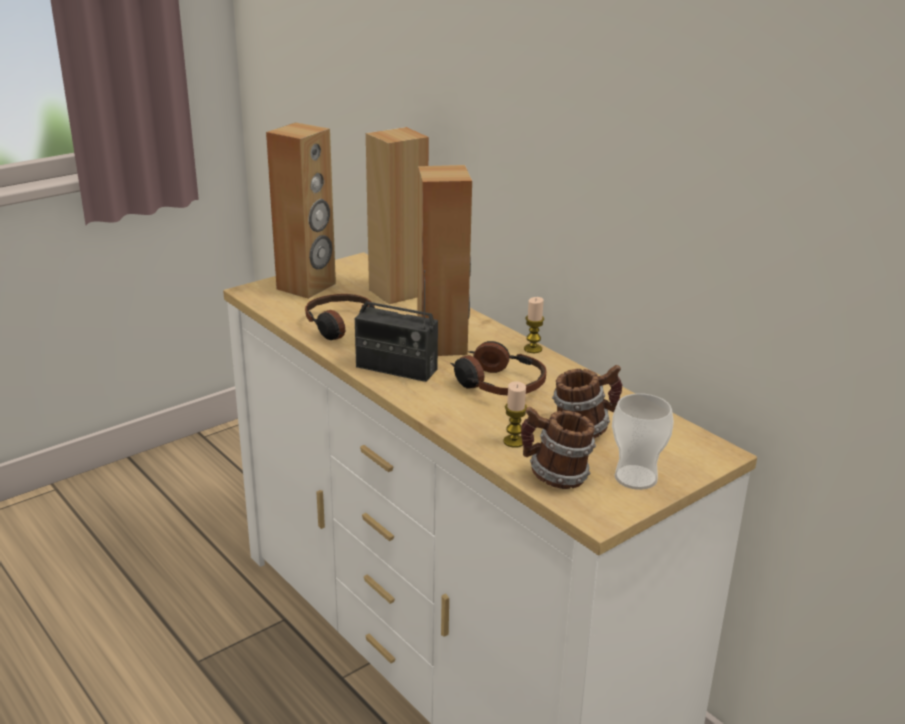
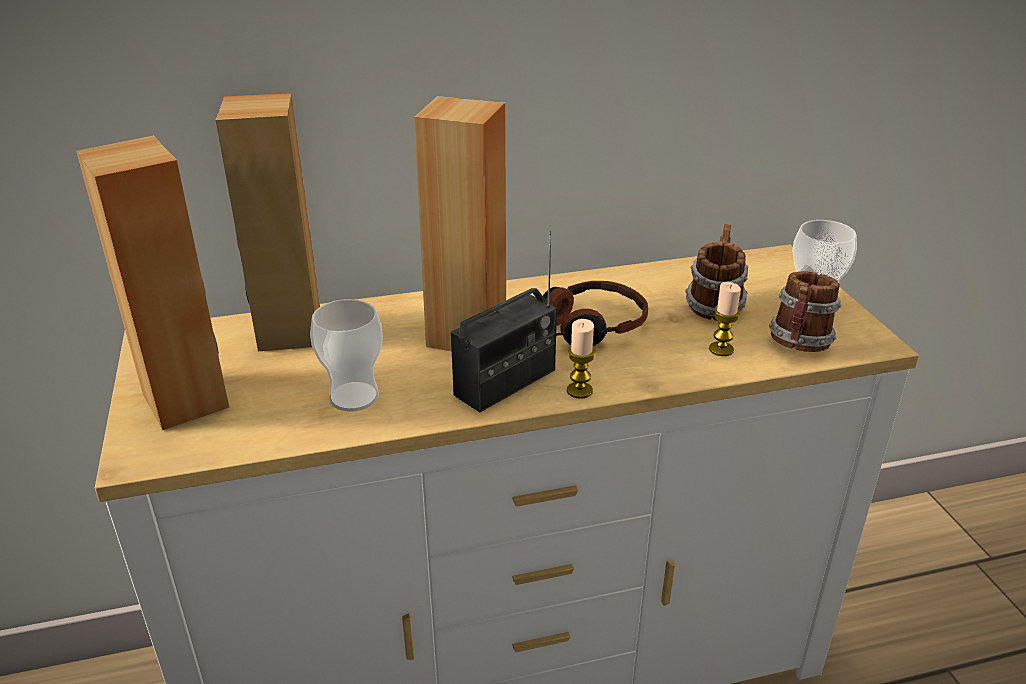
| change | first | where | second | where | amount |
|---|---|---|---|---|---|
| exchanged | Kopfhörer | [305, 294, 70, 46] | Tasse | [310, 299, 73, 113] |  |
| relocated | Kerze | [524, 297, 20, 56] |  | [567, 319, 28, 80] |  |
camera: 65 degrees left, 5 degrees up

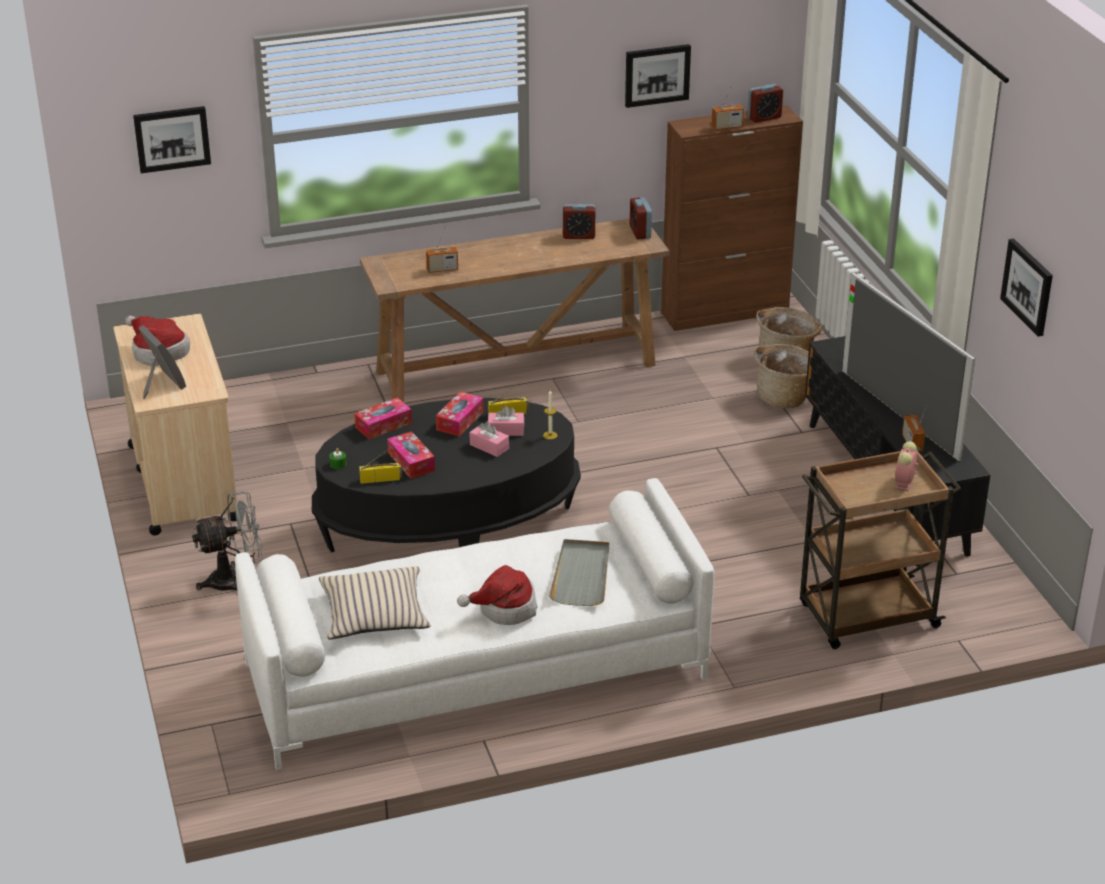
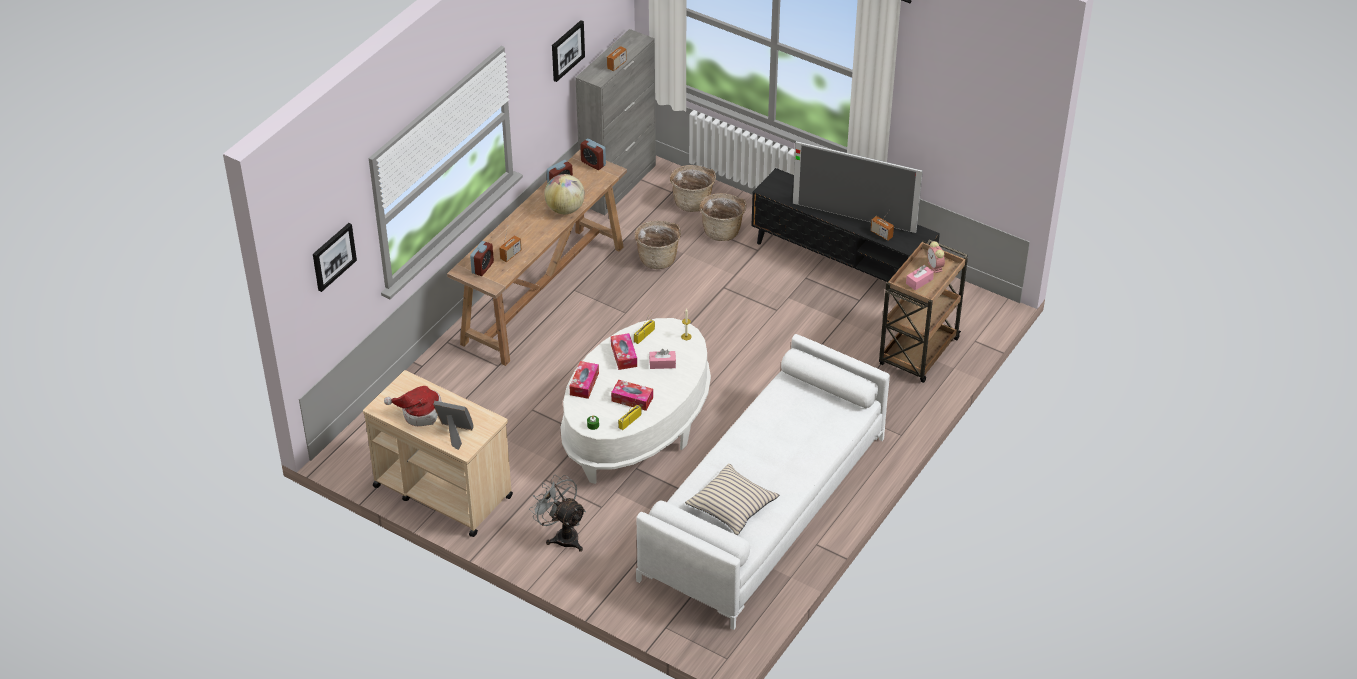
| change | first | where | second | where | amount |
|---|---|---|---|---|---|
| relocated | Wecker | [747, 84, 36, 39] |  | [470, 241, 24, 35] |  |
| colour | Schrank/braun | [661, 105, 142, 226] | Schrank/grau | [575, 29, 81, 186] |  |
| missing | Bild | [1000, 239, 53, 98] |  |  |  |
| colour | Couchtisch/schwarz | [312, 398, 269, 154] | Couchtisch/weiß | [561, 318, 150, 166] |  |
| relocated | Taschentuchbox/rosa | [488, 406, 36, 30] |  | [906, 265, 28, 25] |  |
| spun | Ventilator/grau | [192, 492, 71, 99] |  | [529, 475, 57, 77] | 75 degrees counterclockwise |
| missing | Tablett/grau | [549, 539, 60, 67] |  |  |  |
| missing | Hut | [457, 565, 80, 60] |  |  |  |
| appeared |  |  | Globus | [544, 174, 41, 40] |  |
| appeared |  |  | Korb | [635, 221, 46, 48] |  |
camera: 40 degrees left, 10 degrees up

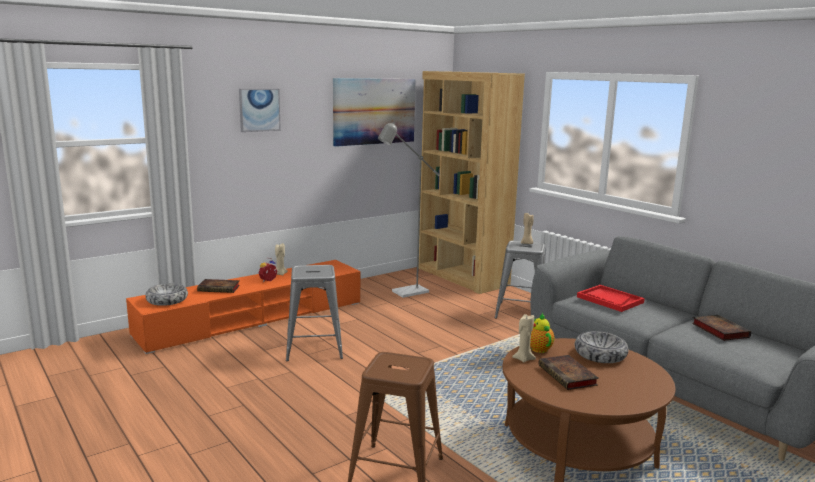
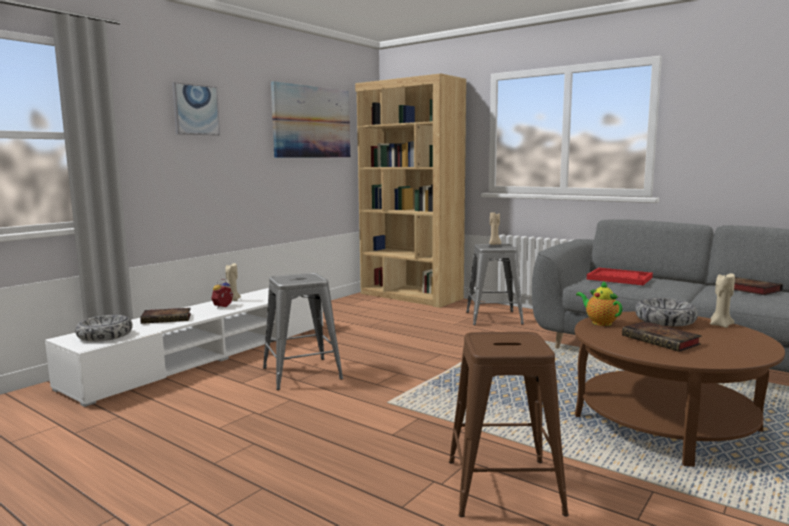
| change | first | where | second | where | amount |
|---|---|---|---|---|---|
| missing | Stehlampe/grau | [378, 122, 62, 176] |  |  |  |
| colour | Fernsehschrank/orange | [126, 260, 234, 94] | Fernsehschrank/weiß | [45, 288, 278, 119] |  |
| relocated | Kerze/beige | [512, 314, 24, 49] |  | [710, 273, 25, 55] |  |
camera: 15 degrees left, 5 degrees down

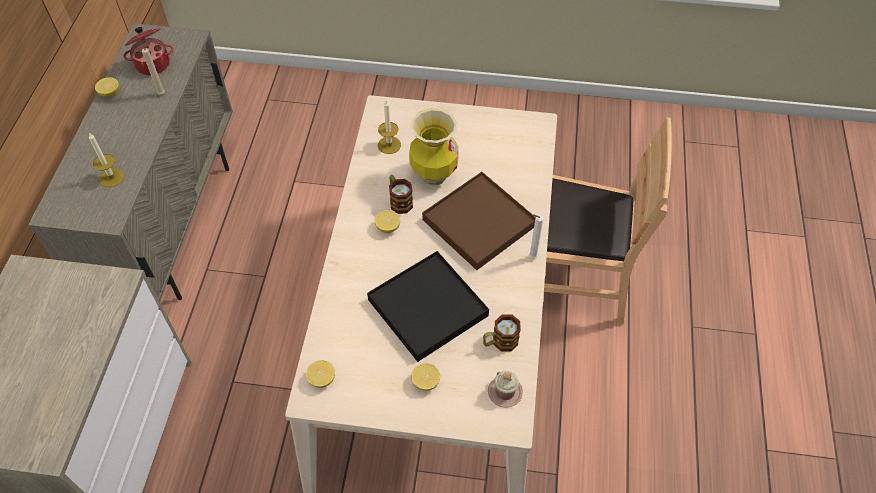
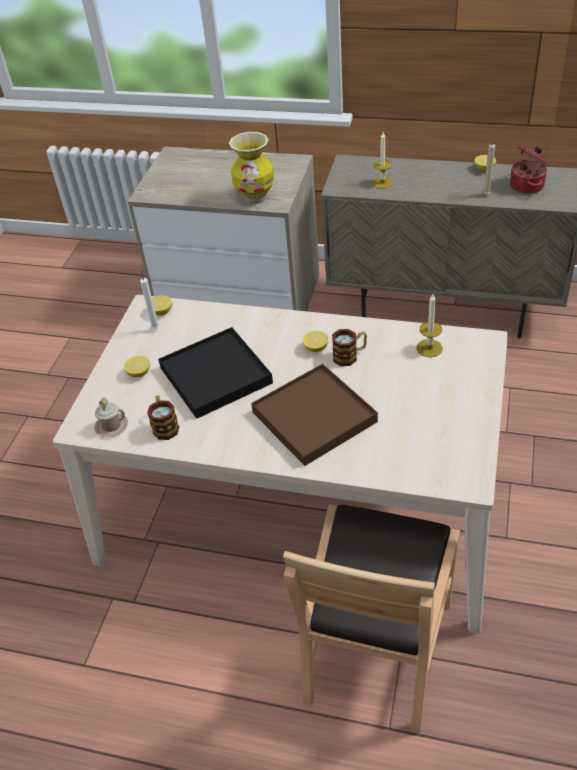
| change | first | where | second | where | amount |
|---|---|---|---|---|---|
| relocated | Vase | [409, 108, 50, 78] |  | [229, 132, 45, 72] |  |
| relocated | Kerze/weiß | [529, 214, 14, 45] |  | [140, 270, 20, 60] |  |
camera: 100 degrees right, 10 degrees down

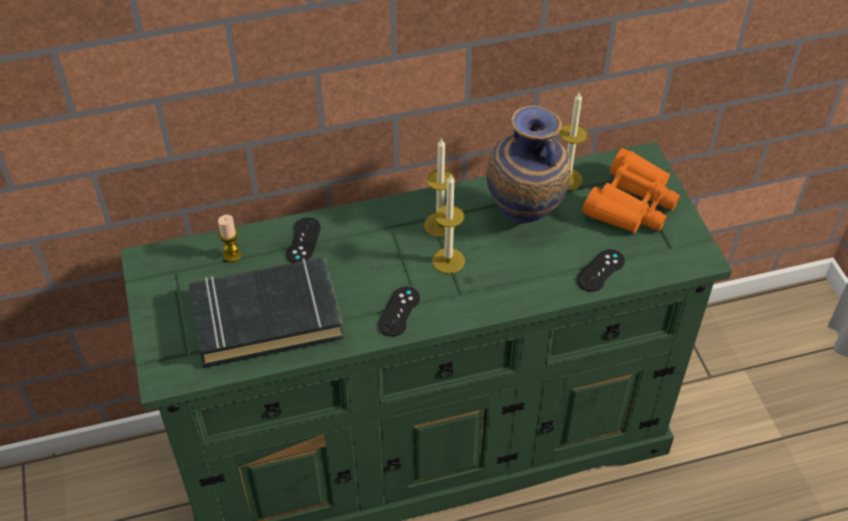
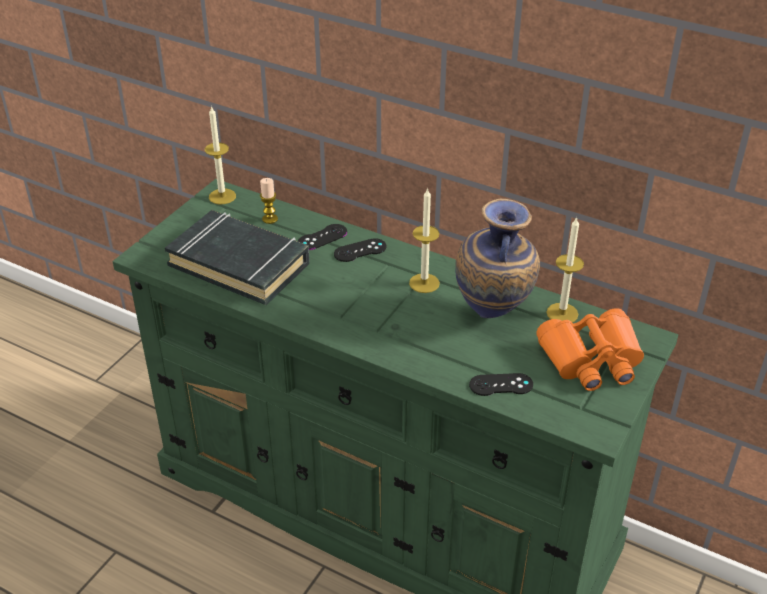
| change | first | where | second | where | amount |
|---|---|---|---|---|---|
| relocated | Kerze | [432, 175, 33, 99] |  | [205, 105, 31, 100] |  |
| relocated | Gamepad/schwarz | [378, 287, 42, 50] |  | [334, 238, 53, 24] |  |
camera: 45 degrees right, 10 degrees down

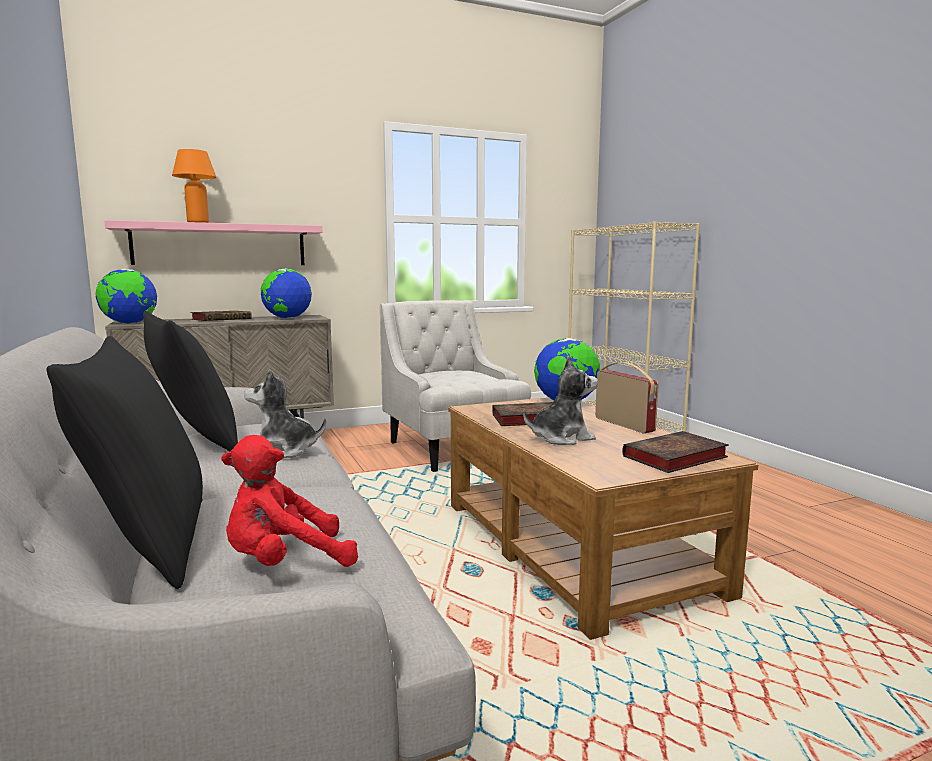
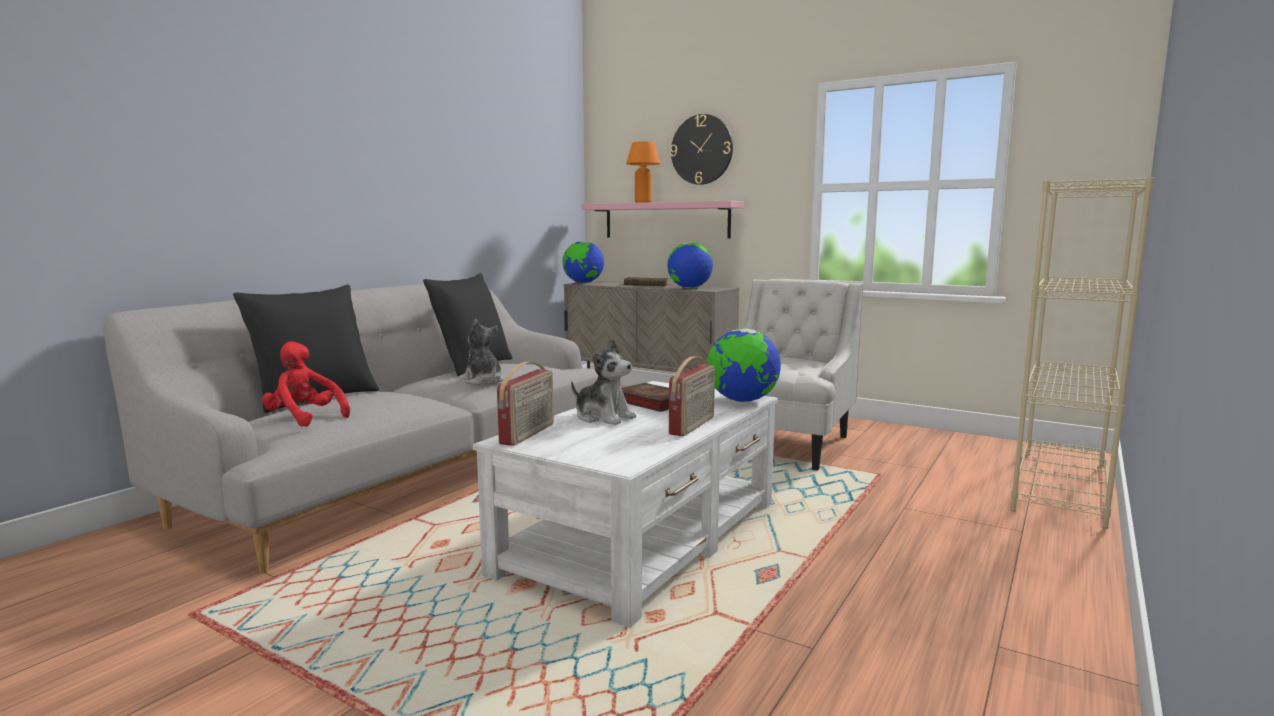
| change | first | where | second | where | amount |
|---|---|---|---|---|---|
| colour | Couchtisch/braun | [448, 397, 310, 243] | Couchtisch/weiß | [473, 381, 305, 247] |  |
| missing | Buch | [622, 431, 107, 42] |  |  |  |
| appeared |  |  | Wanduhr | [670, 114, 63, 71] |  |
| appeared |  |  | Radio | [497, 362, 57, 84] |  |
camera: 55 degrees right, 0 degrees up

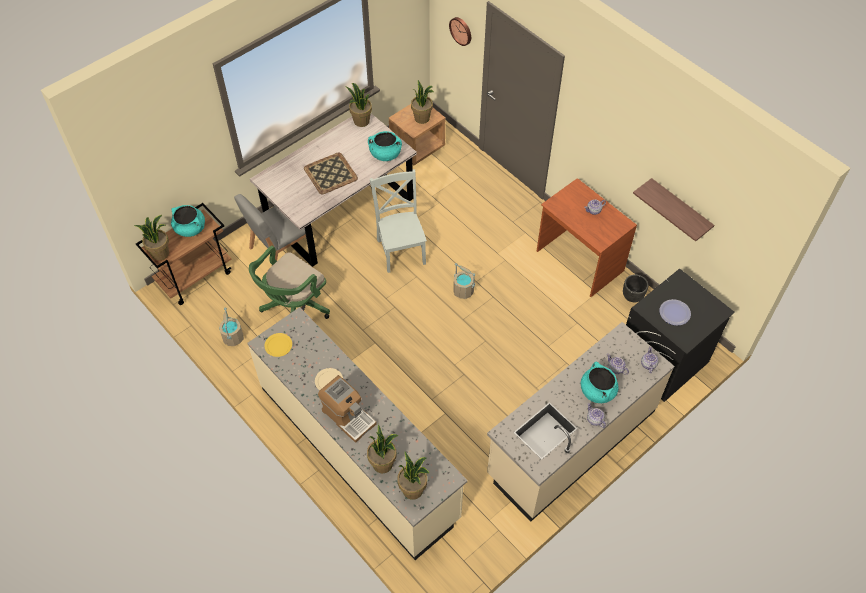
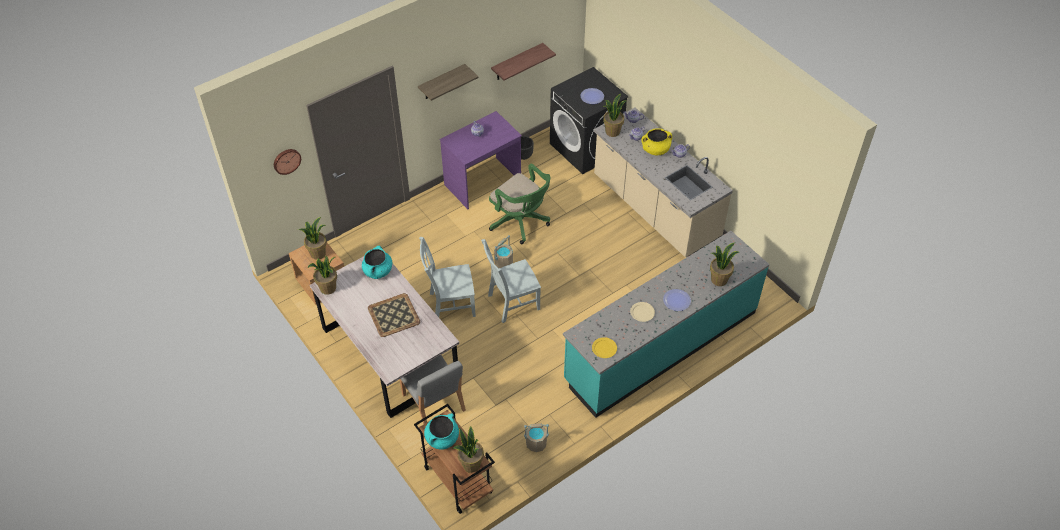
| change | first | where | second | where | amount |
|---|---|---|---|---|---|
| colour | Schreibtisch/braun | [537, 178, 100, 119] | Schreibtisch/lila | [440, 111, 82, 98] |  |
| relocated | Bürostuhl/grün | [249, 246, 81, 73] |  | [489, 164, 61, 80] |  |
| colour | Küchenzeile/beige | [247, 307, 221, 253] | Küchenzeile/türkis | [563, 231, 206, 187] |  |
| colour | Kochtopf/türkis | [581, 362, 38, 41] | Kochtopf/gelb | [641, 128, 31, 27] |  |
| exchanged | Kaffeemaschine | [318, 375, 59, 68] | Teller | [663, 289, 28, 22] |  |
| relocated | Topfpflanze | [397, 452, 33, 48] |  | [603, 94, 23, 43] |  |
| appeared |  |  | Wandregal | [418, 64, 61, 37] |  |
| appeared |  |  | Stuhl/grau | [481, 239, 60, 84] |  |
camera: 85 degrees left, 5 degrees down

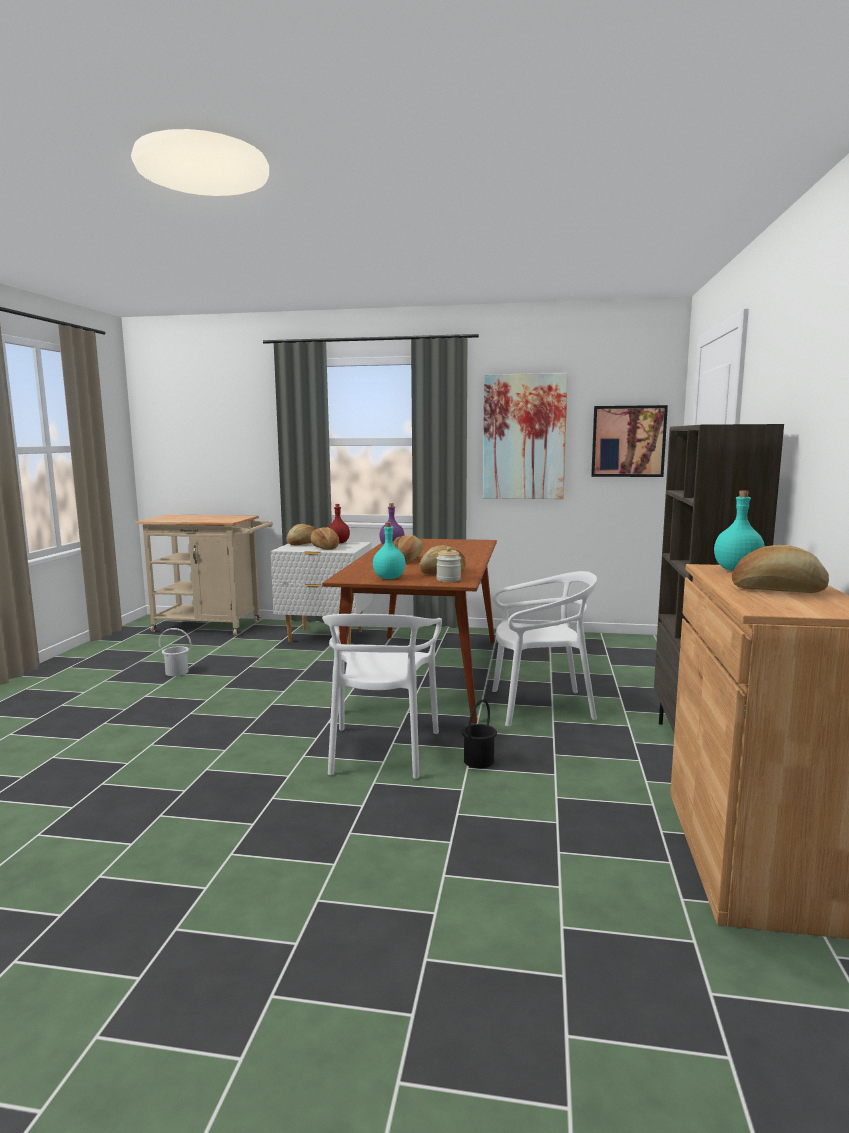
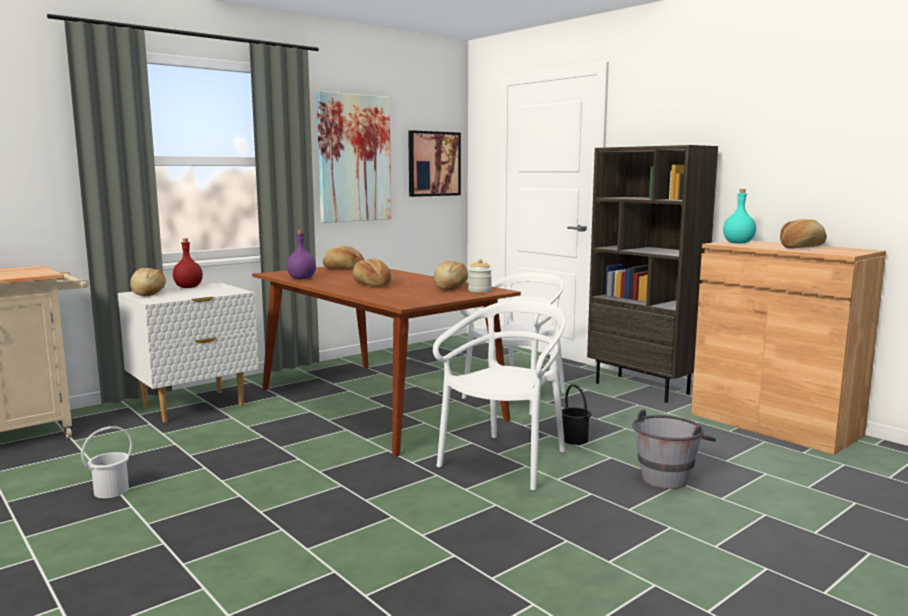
| change | first | where | second | where | amount |
|---|---|---|---|---|---|
| missing | Flasche/türkis | [373, 522, 33, 57] |  |  |  |
| relocated | Brot | [310, 527, 29, 23] |  | [323, 246, 41, 23] |  |
| spun | Stuhl/weiß | [322, 614, 120, 165] |  | [433, 300, 133, 190] | 105 degrees counterclockwise |
| appeared |  |  | Eimer/grau | [632, 410, 84, 79] |  |
camera: 50 degrees left, 0 degrees up

